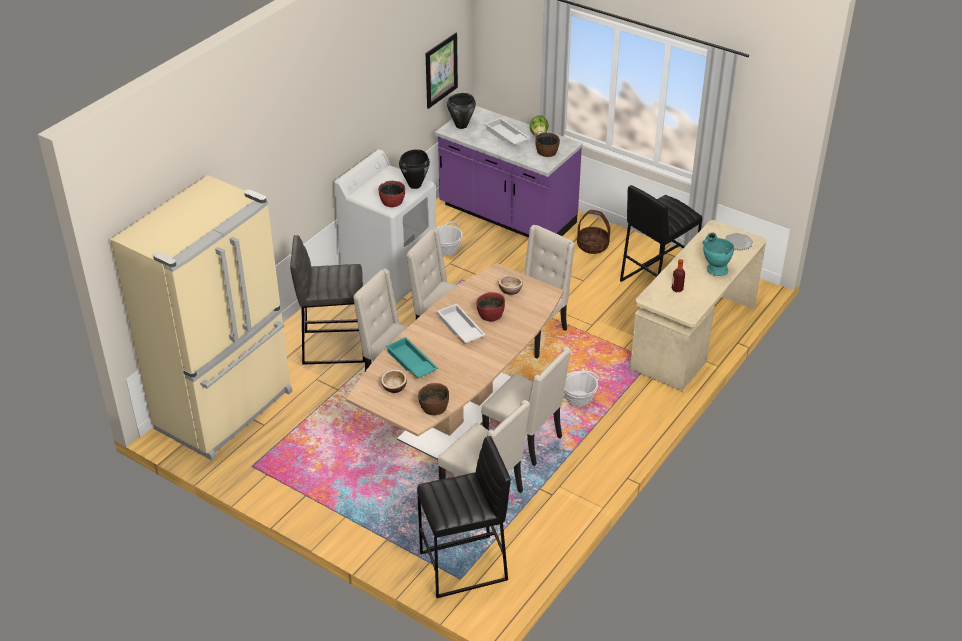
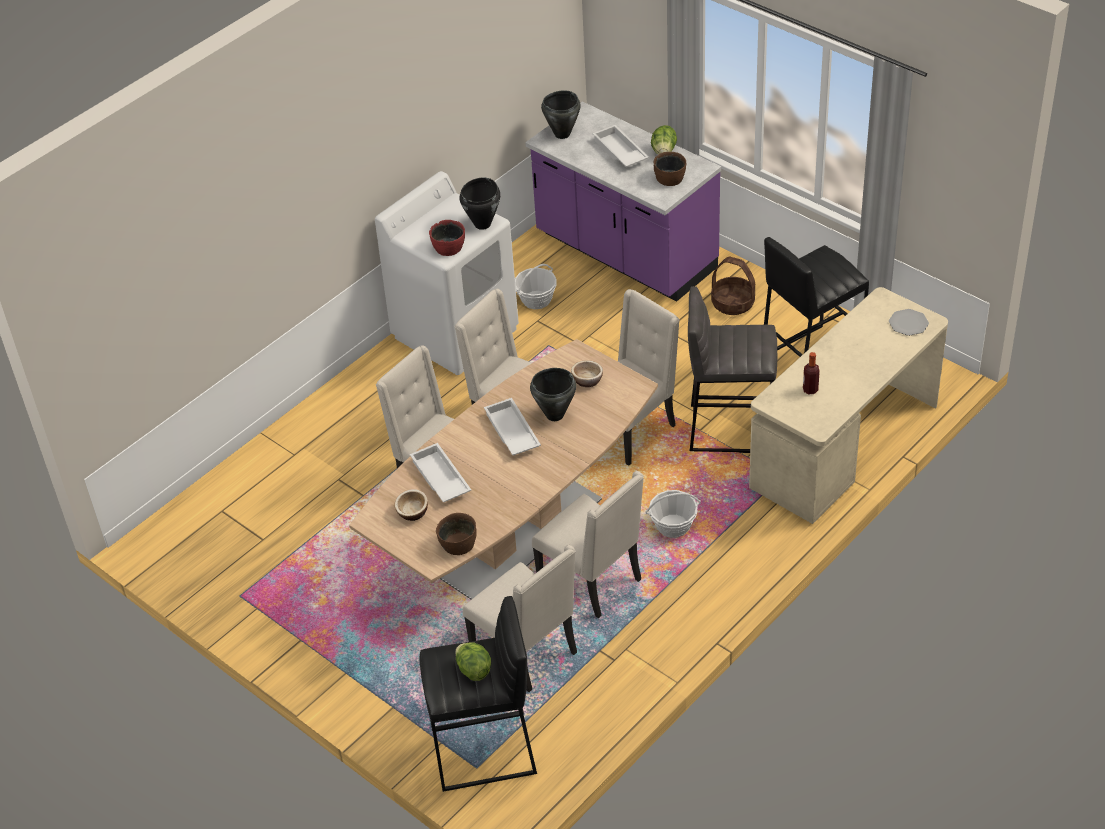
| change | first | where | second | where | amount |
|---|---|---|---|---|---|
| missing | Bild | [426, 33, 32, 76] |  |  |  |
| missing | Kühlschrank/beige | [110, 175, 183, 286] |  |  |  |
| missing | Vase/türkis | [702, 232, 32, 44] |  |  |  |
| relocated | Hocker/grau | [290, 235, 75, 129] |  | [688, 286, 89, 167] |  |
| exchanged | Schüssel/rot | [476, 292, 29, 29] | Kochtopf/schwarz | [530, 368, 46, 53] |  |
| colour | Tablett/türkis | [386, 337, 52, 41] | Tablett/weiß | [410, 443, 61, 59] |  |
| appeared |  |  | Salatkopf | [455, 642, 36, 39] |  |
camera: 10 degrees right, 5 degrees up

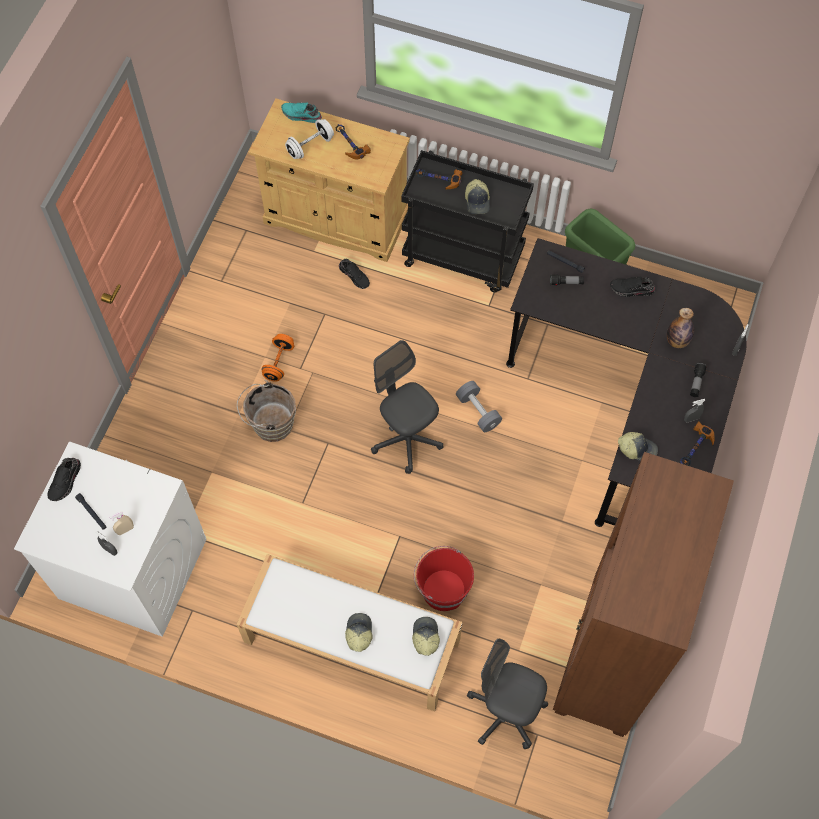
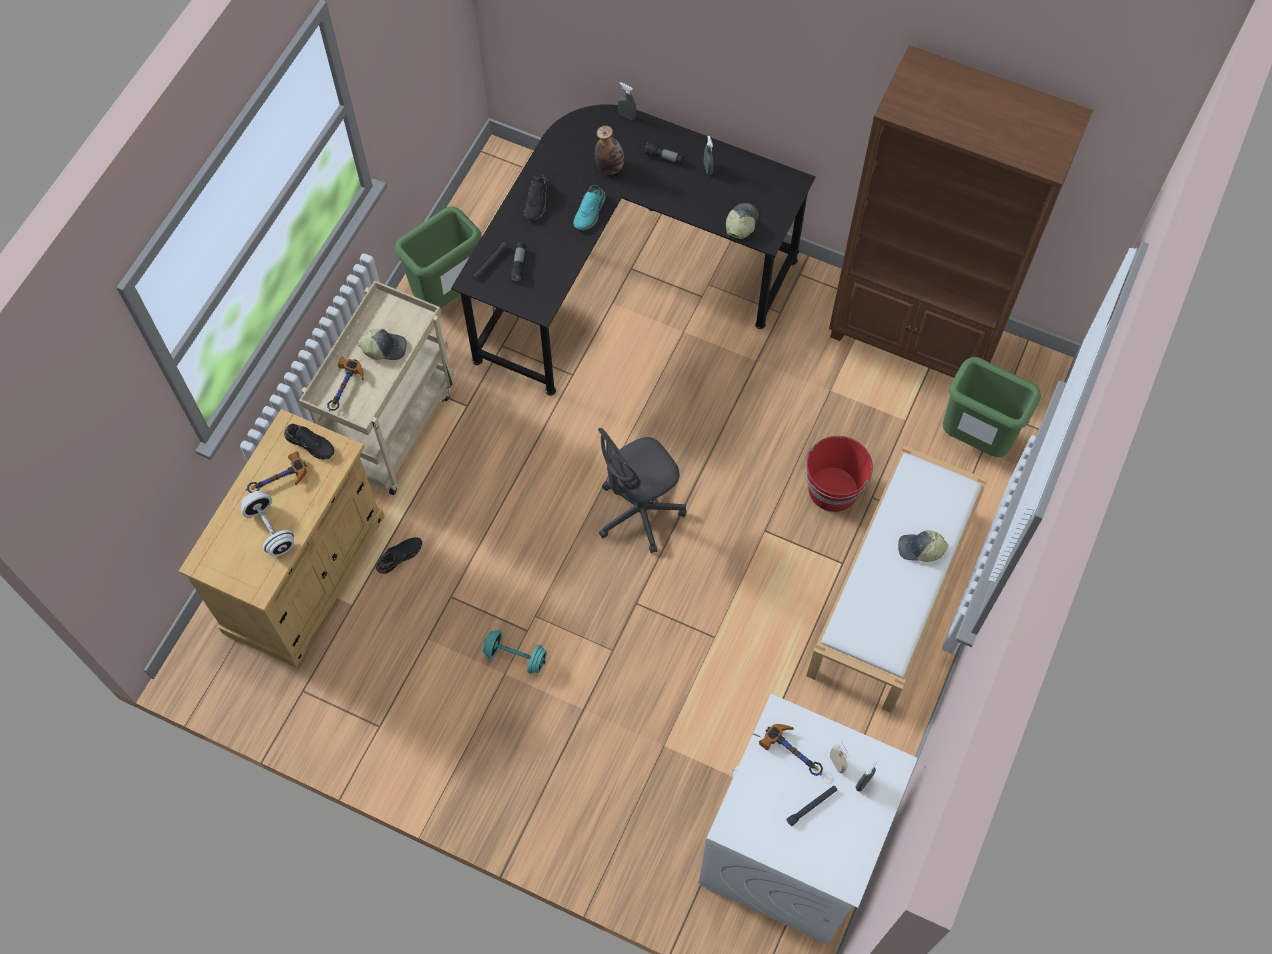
| change | first | where | second | where | amount |
|---|---|---|---|---|---|
| relocated | Schuh/türkis | [281, 102, 41, 21] |  | [573, 185, 32, 45] |  |
| colour | Rollwagen/schwarz | [401, 150, 133, 143] | Rollwagen/beige | [299, 281, 155, 214] |  |
| colour | Hantel/orange | [261, 334, 33, 48] | Hantel/türkis | [483, 630, 64, 44] |  |
| missing | Eimer/braun | [237, 380, 59, 62] |  |  |  |
| missing | Hantel/grau | [456, 381, 46, 51] |  |  |  |
| relocated | Hammer | [680, 421, 35, 45] |  | [759, 724, 64, 52] |  |
| relocated | Schuh/schwarz | [47, 458, 34, 43] |  | [284, 424, 50, 36] |  |
| missing | Kappe | [412, 617, 28, 39] |  |  |  |
| exchanged | Bürostuhl/grau | [467, 639, 81, 110] | Mülleimer/grün | [942, 357, 99, 100] |  |
camera: 85 degrees left, 0 degrees up

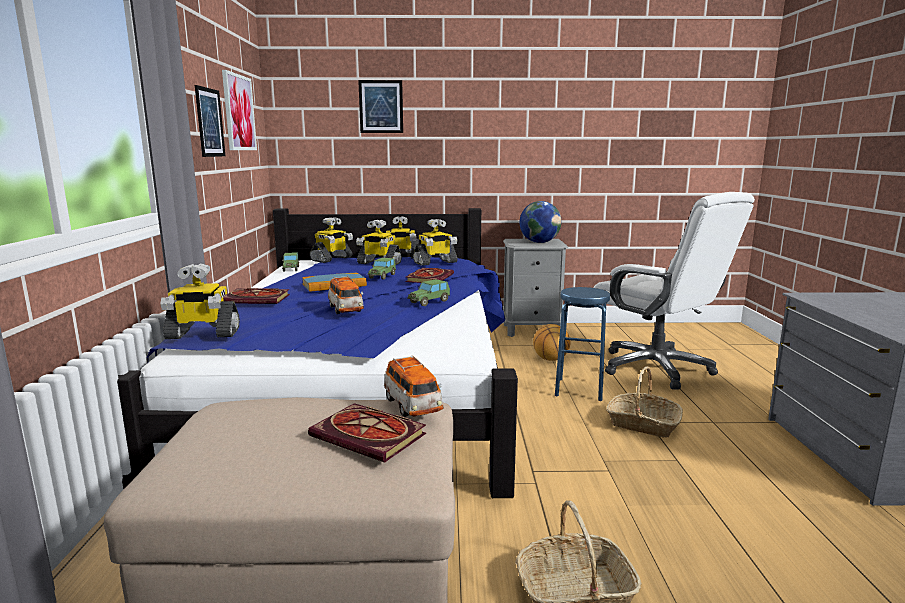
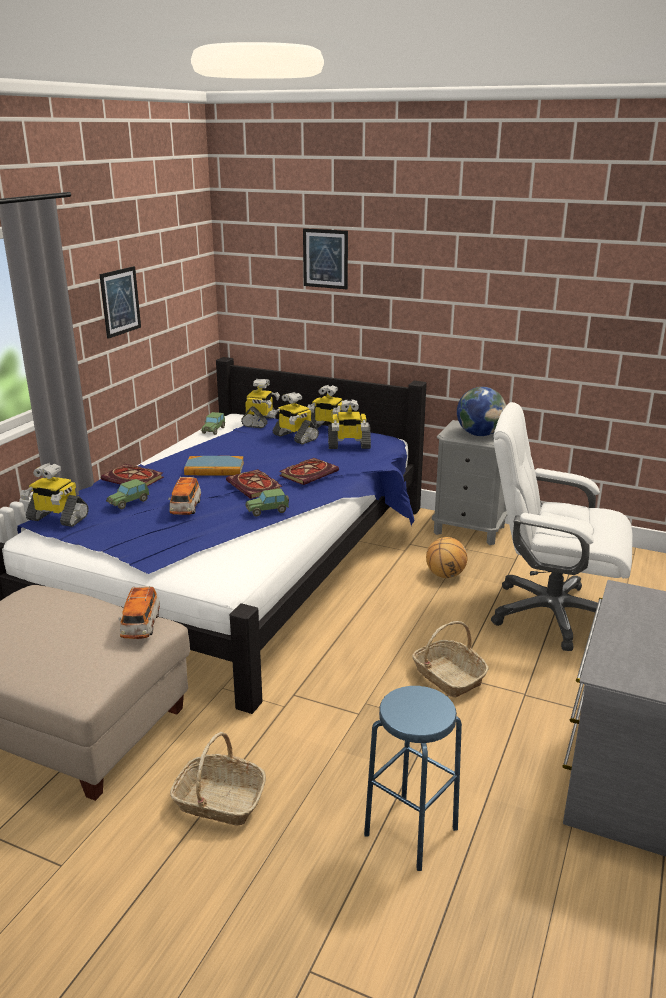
| change | first | where | second | where | amount |
|---|---|---|---|---|---|
| missing | Bild | [222, 70, 35, 80] |  |  |  |
| spun | Bürostuhl/weiß | [593, 192, 162, 197] |  | [491, 402, 142, 249] | 120 degrees clockwise |
| spun | Spielzeugroboter | [309, 217, 44, 46] |  | [241, 379, 39, 49] | 45 degrees counterclockwise |
| relocated | Spielzeugauto | [367, 258, 29, 22] |  | [106, 479, 44, 30] |  |
| relocated | Hocker/blau | [555, 287, 55, 114] |  | [364, 686, 98, 185] |  |
| relocated | Buch | [308, 403, 118, 60] |  | [226, 469, 57, 30] |  |
camera: 25 degrees right, 10 degrees up

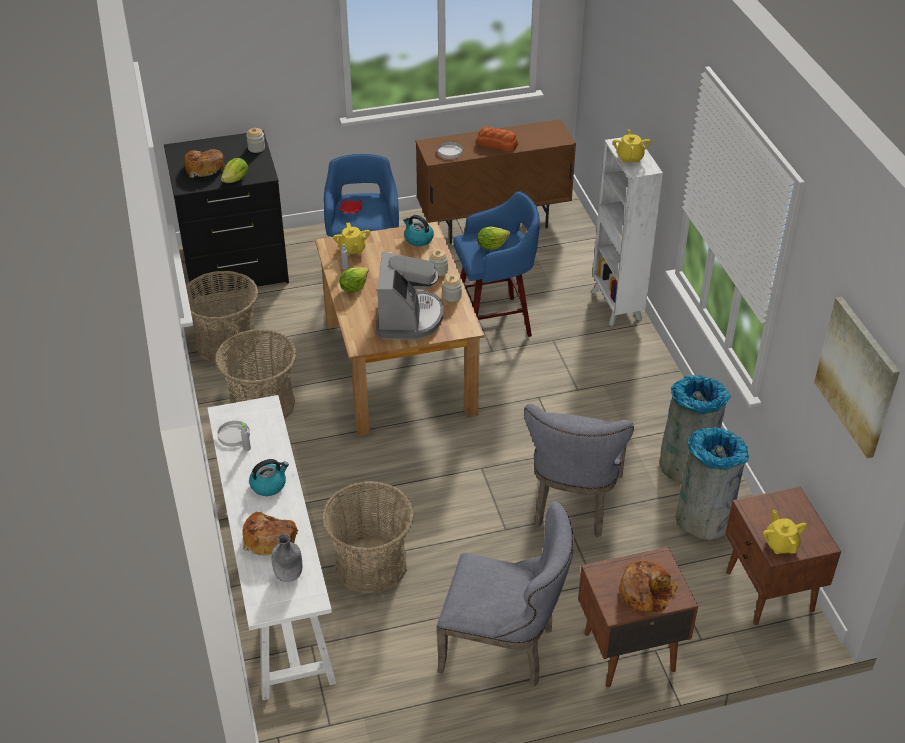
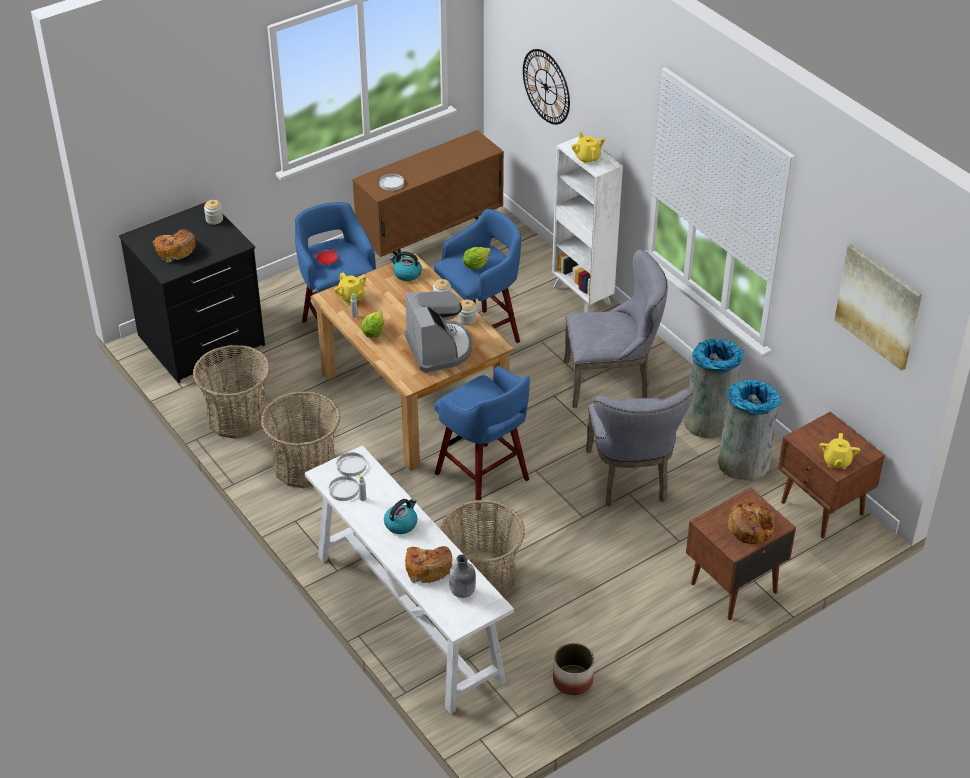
| change | first | where | second | where | amount |
|---|---|---|---|---|---|
| missing | Brot | [476, 127, 42, 25] |  |  |  |
| missing | Salatkopf | [221, 158, 27, 25] |  |  |  |
| relocated | Stuhl/grau | [437, 502, 137, 184] |  | [564, 250, 104, 158] |  |
| spun | Teekanne/gelb | [763, 510, 44, 44] |  | [820, 433, 40, 36] | 135 degrees counterclockwise |
| appeared |  |  | Wanduhr | [523, 49, 47, 76] |  |
| appeared |  |  | Hocker/blau | [435, 366, 95, 143] |  |
| appeared |  |  | Teller/weiß | [337, 452, 29, 25] |  |
| appeared |  |  | Pflanzkübel | [553, 643, 41, 52] |  |
camera: 20 degrees left, 0 degrees up

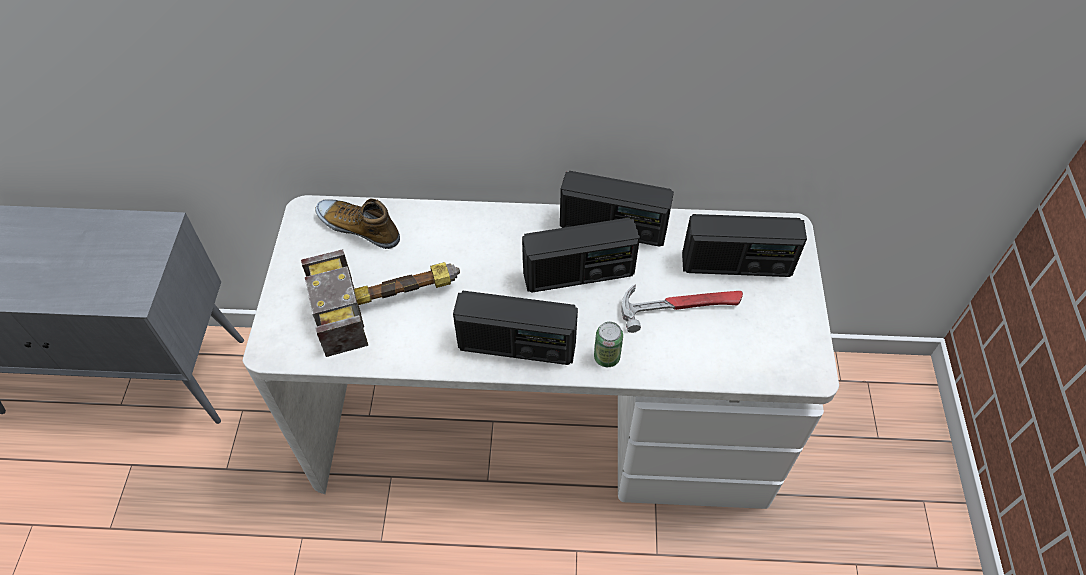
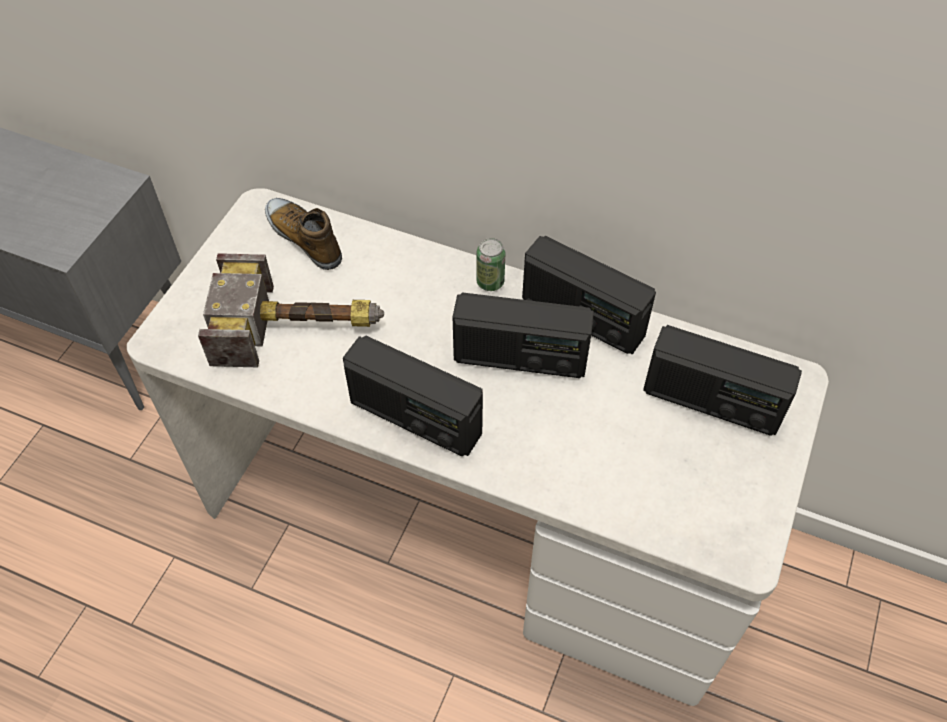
| change | first | where | second | where | amount |
|---|---|---|---|---|---|
| missing | Hammer | [621, 284, 122, 49] |  |  |  |
| relocated | Dose | [594, 322, 29, 45] |  | [476, 238, 30, 53] |  |
camera: 20 degrees right, 0 degrees up

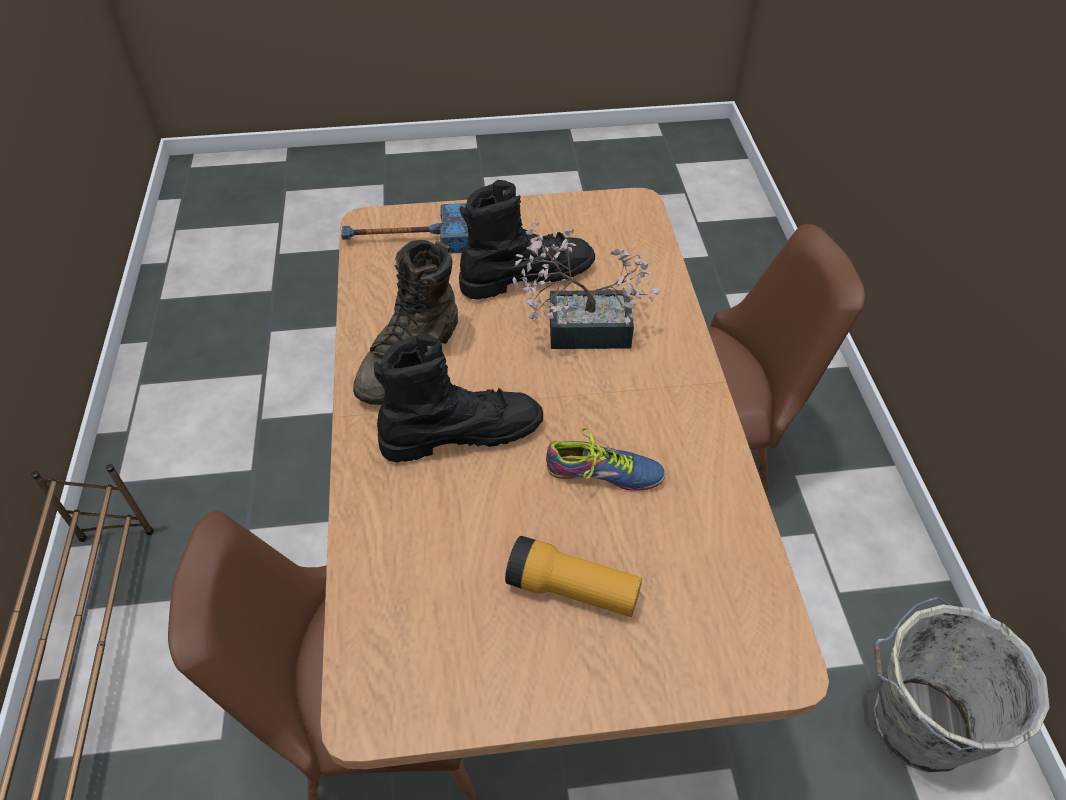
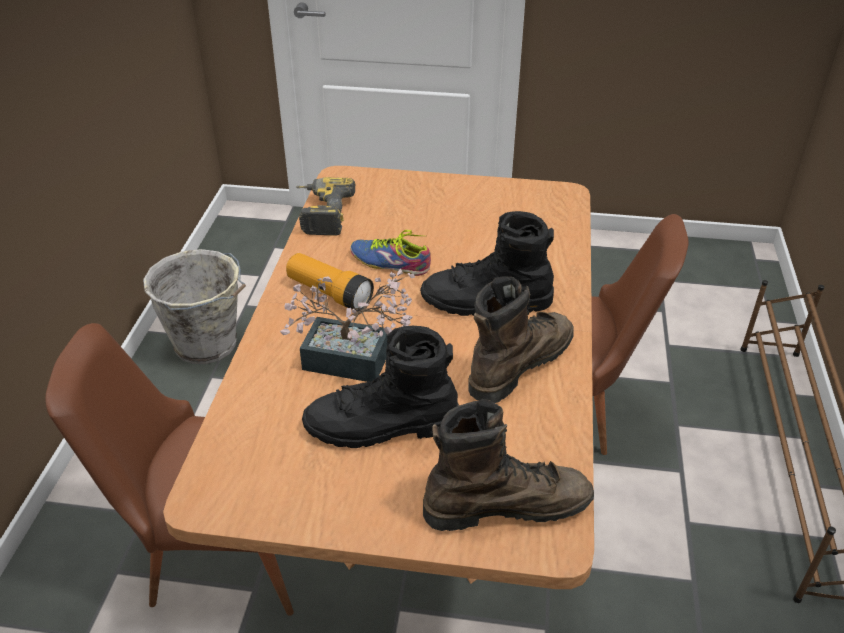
| change | first | where | second | where | amount |
|---|---|---|---|---|---|
| exchanged | Hammer | [341, 203, 127, 50] | Stiefel/braun | [423, 399, 171, 132] |  |
| relocated | Taschenlampe | [505, 536, 137, 81] |  | [286, 253, 88, 59] |  |
| appeared |  |  | Bohrmaschine | [296, 177, 59, 58] |  |
camera: 165 degrees left, 10 degrees down

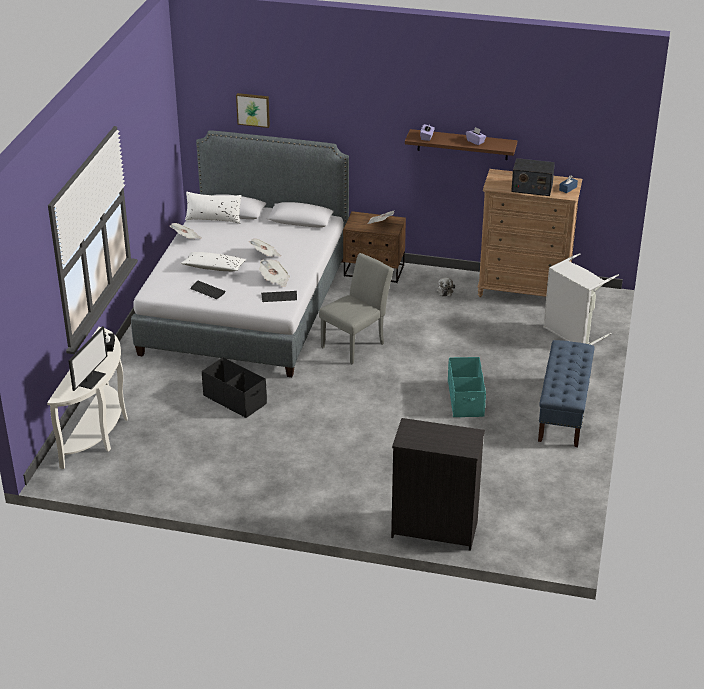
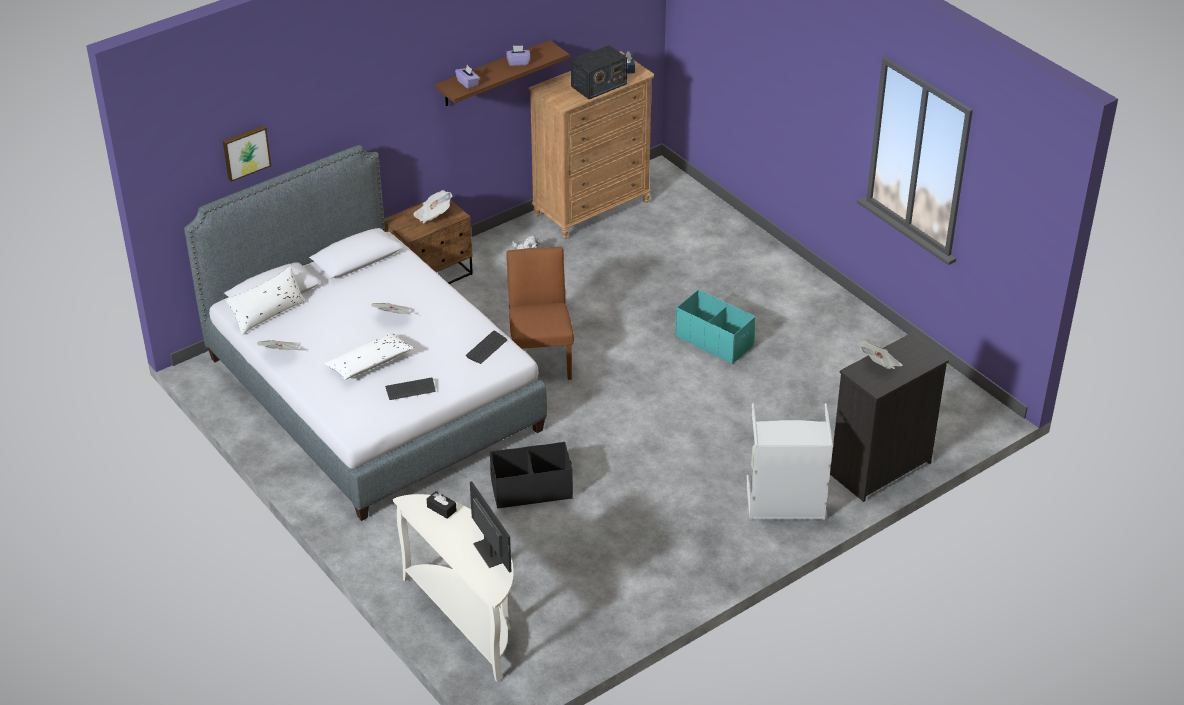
| change | first | where | second | where | amount |
|---|---|---|---|---|---|
| colour | Stuhl/grau | [319, 253, 74, 111] | Stuhl/braun | [506, 247, 68, 133] |  |
| relocated | Wäschekorb/grau | [543, 253, 76, 92] |  | [746, 403, 87, 117] |  |
| relocated | Zeitung | [259, 259, 31, 28] |  | [859, 341, 44, 28] |  |
| missing | Bank/blau | [538, 340, 57, 107] |  |  |  |
camera: 50 degrees left, 5 degrees up

